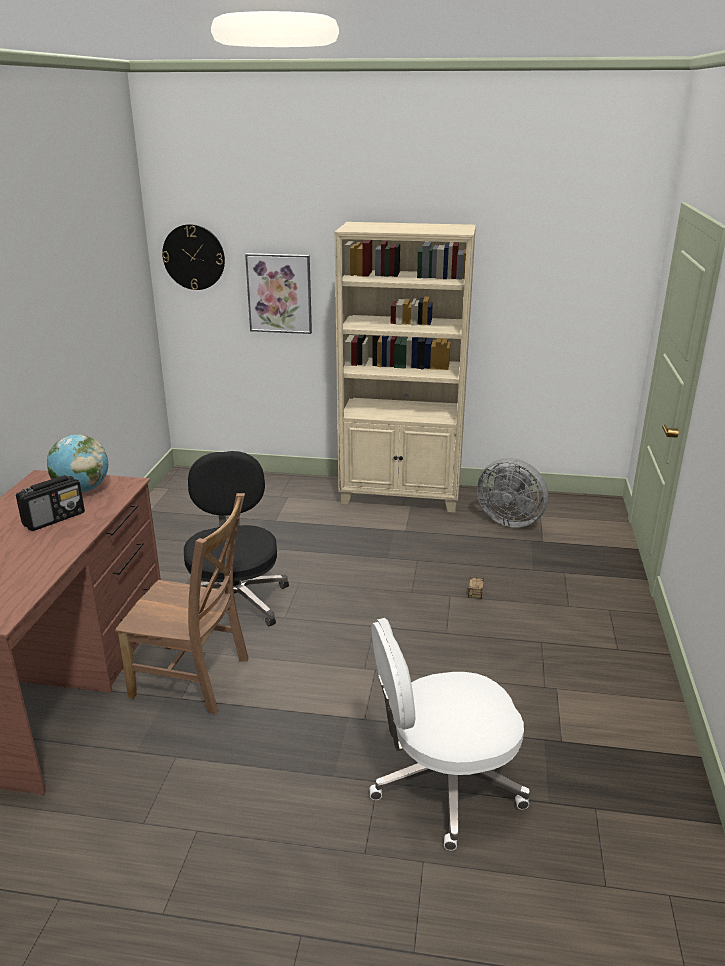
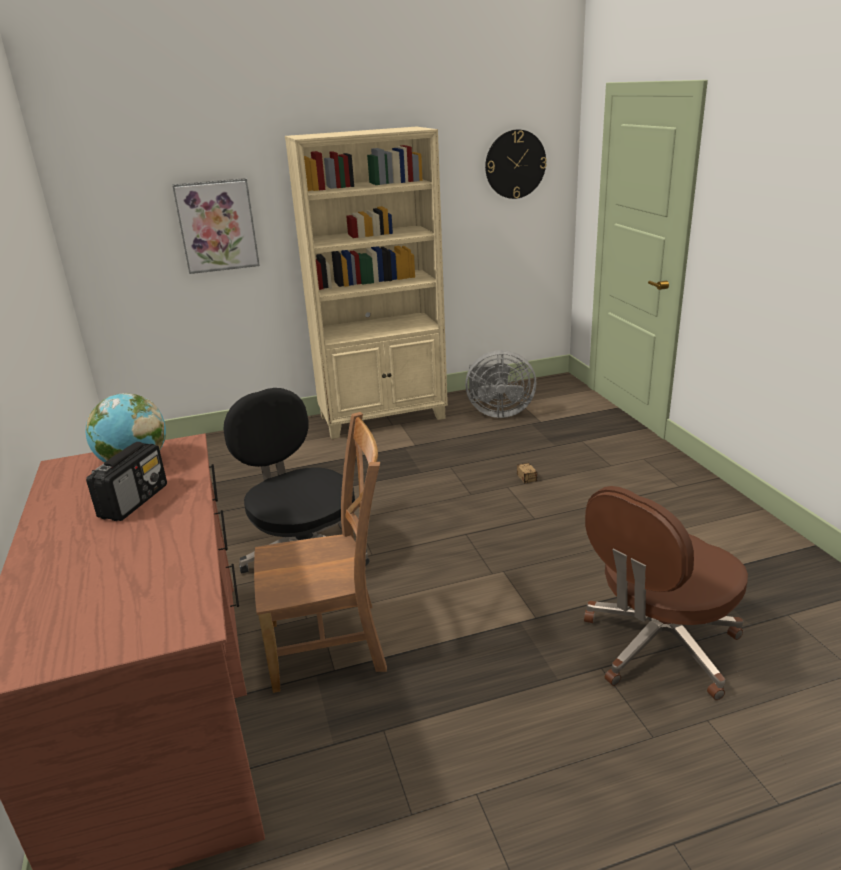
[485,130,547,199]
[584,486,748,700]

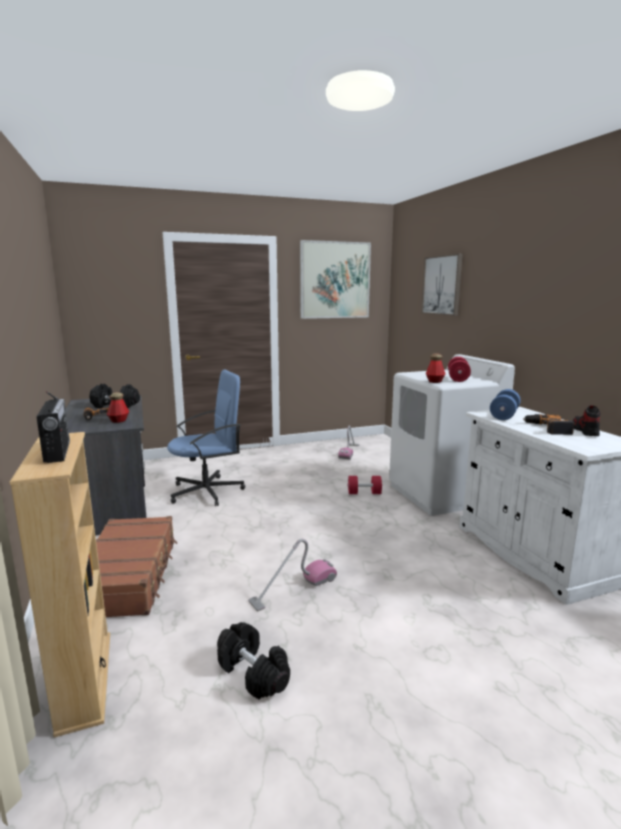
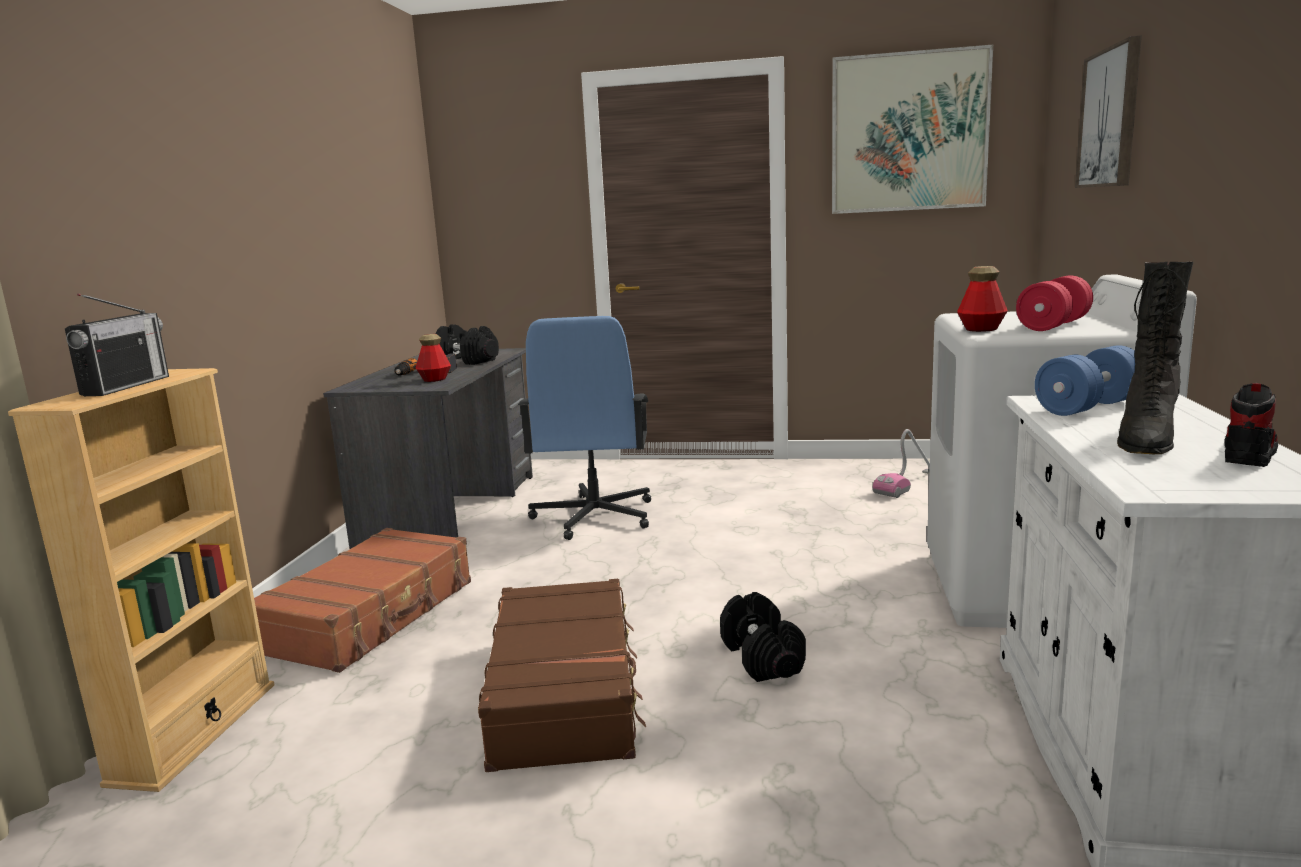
[518,316,651,540]
[720,592,806,682]
[478,579,646,772]
[347,476,382,494] (first image)
[1117,262,1193,454]

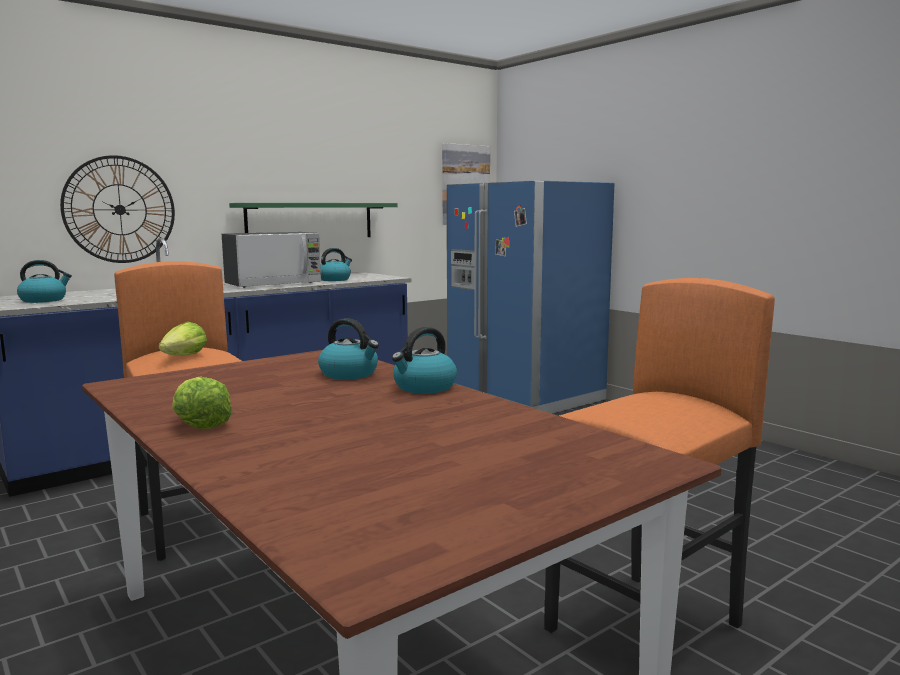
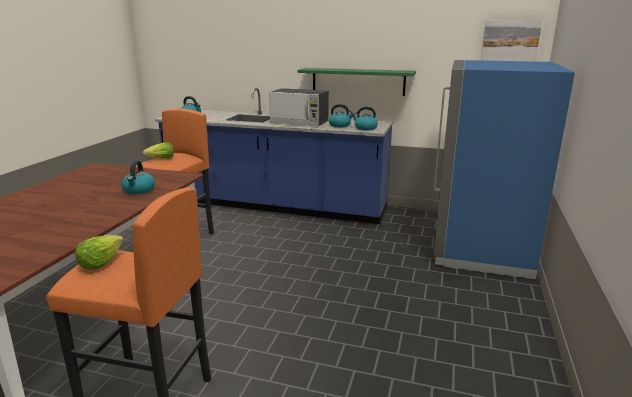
[60,155,175,263] (first image)
[75,235,124,270]
[351,107,378,131]

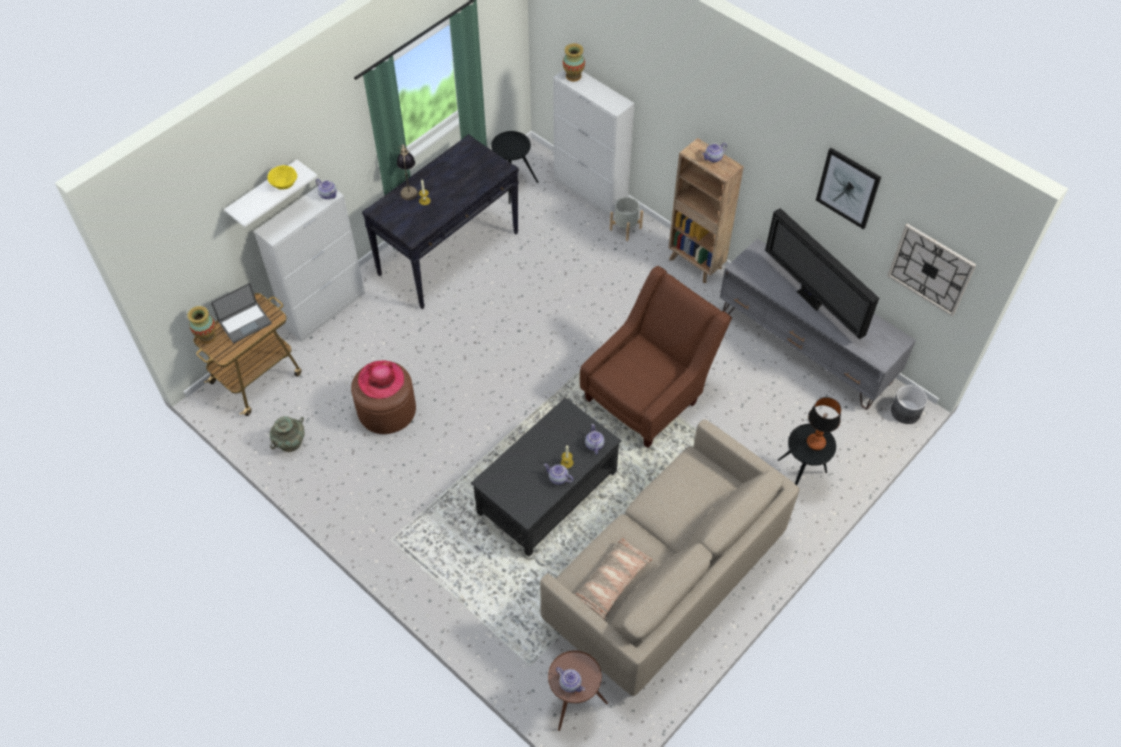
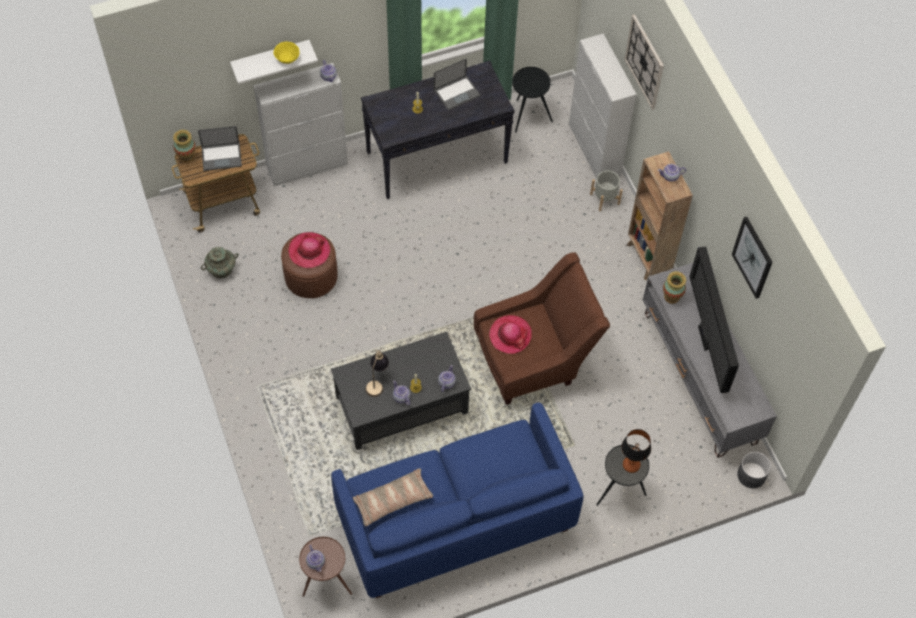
[365,350,389,397]
[331,402,584,598]
[663,271,686,304]
[624,15,664,110]
[434,58,481,110]
[489,315,532,354]

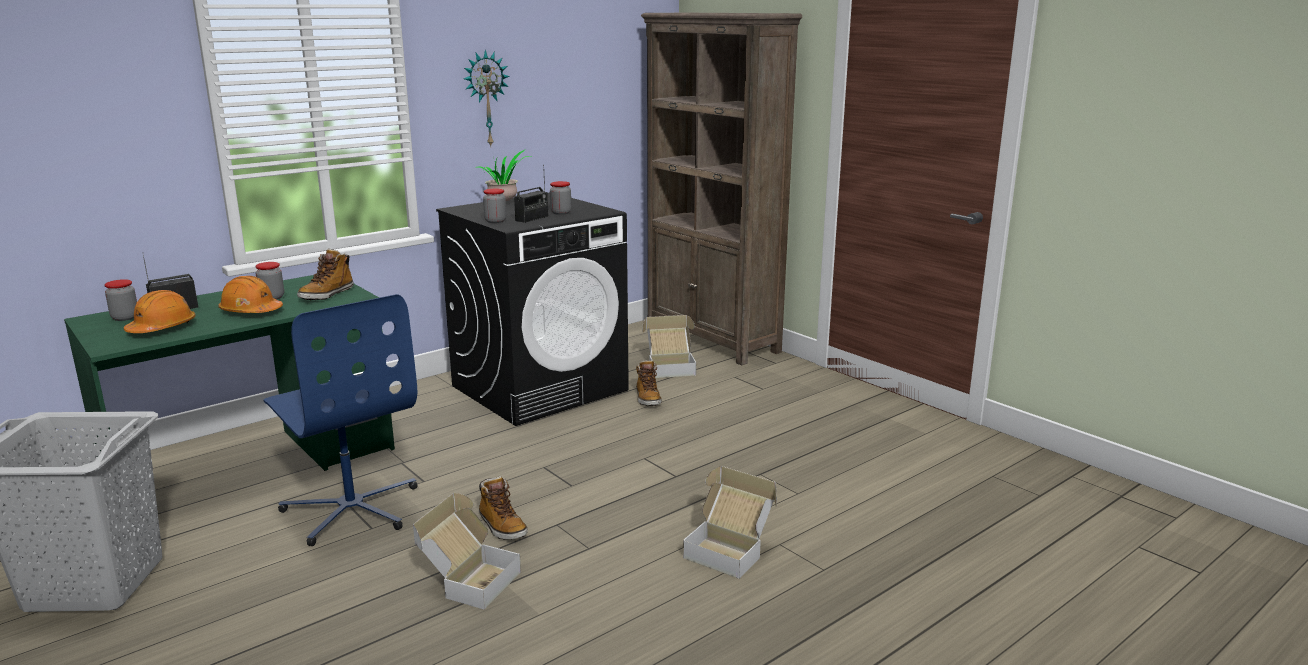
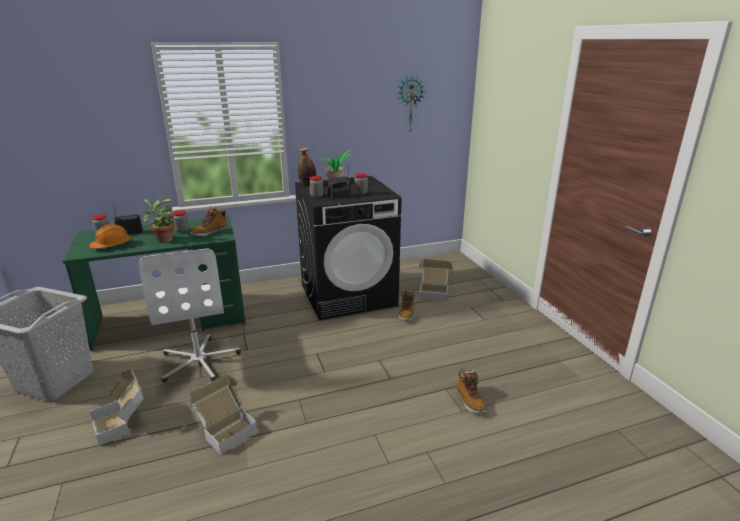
[141,199,176,243]
[139,248,241,383]
[397,76,426,132]
[456,368,487,414]
[641,13,802,365] (first image)
[89,368,143,446]
[298,147,317,185]

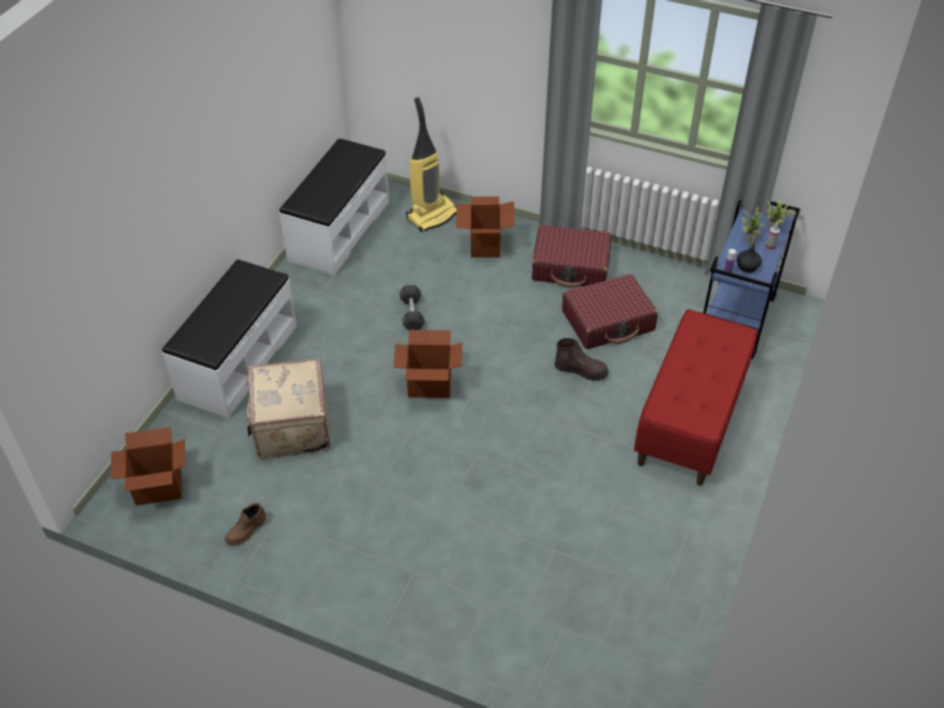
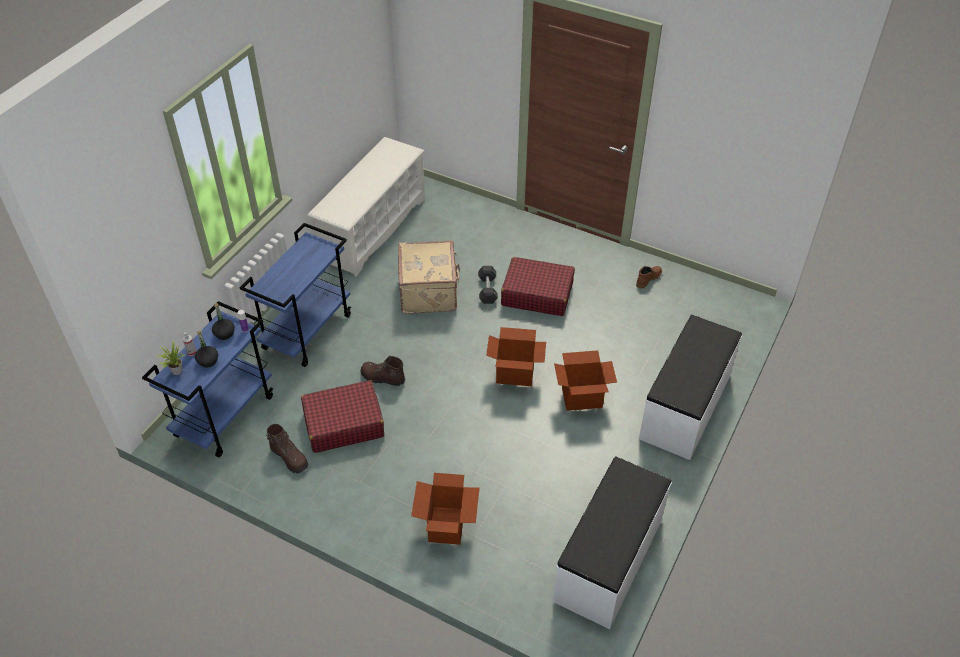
[554,350,617,411]
[398,241,460,314]
[478,266,498,304]
[406,97,457,232] (first image)
[501,257,575,316]
[239,223,351,367]
[195,331,218,368]
[266,424,308,474]
[307,137,425,276]

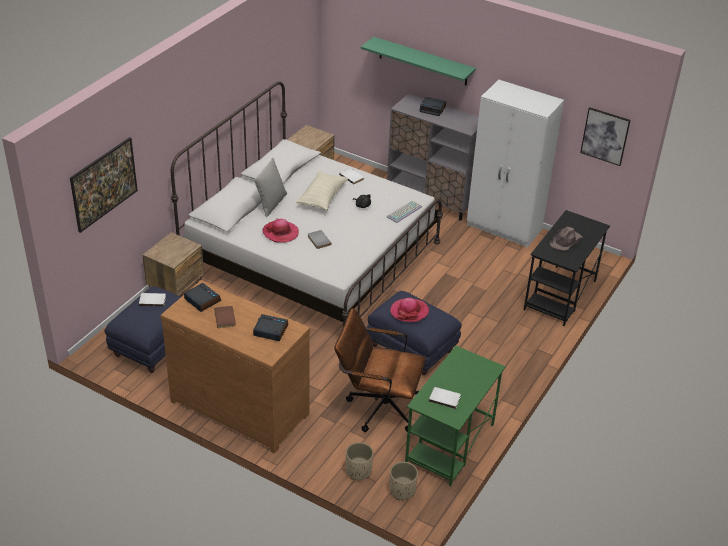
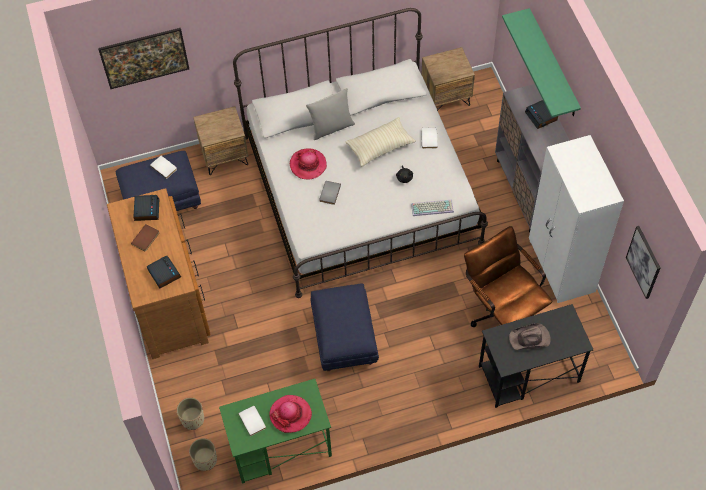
[464,226,552,327]
[269,395,312,433]

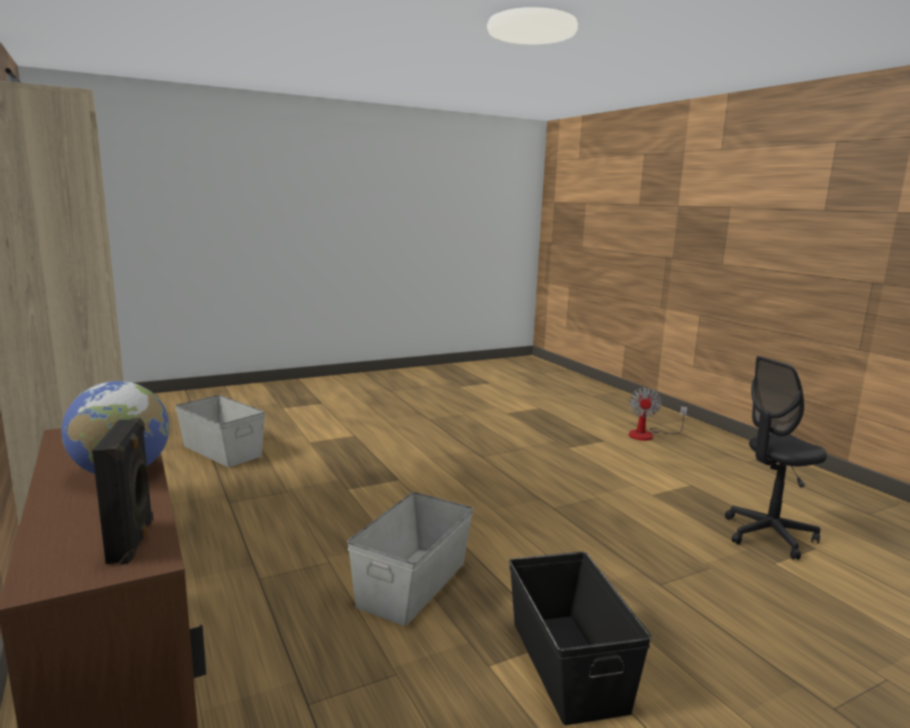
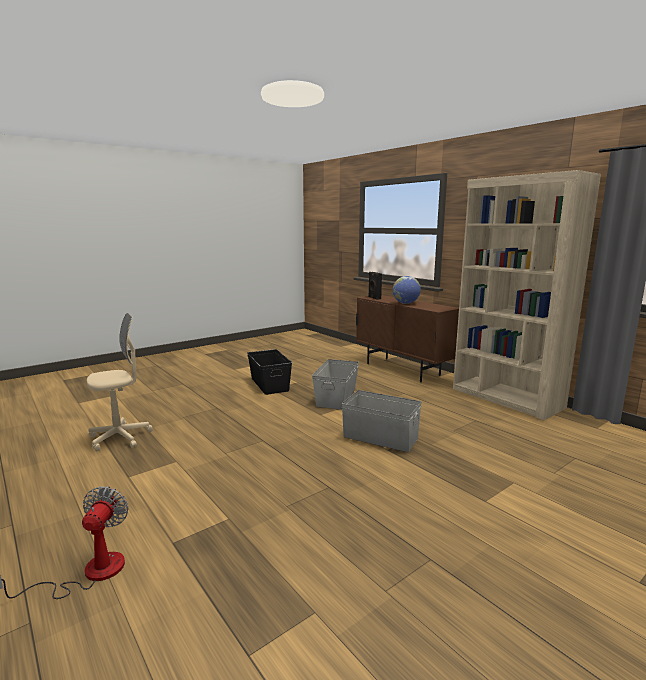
[342,390,422,452]
[87,313,153,451]

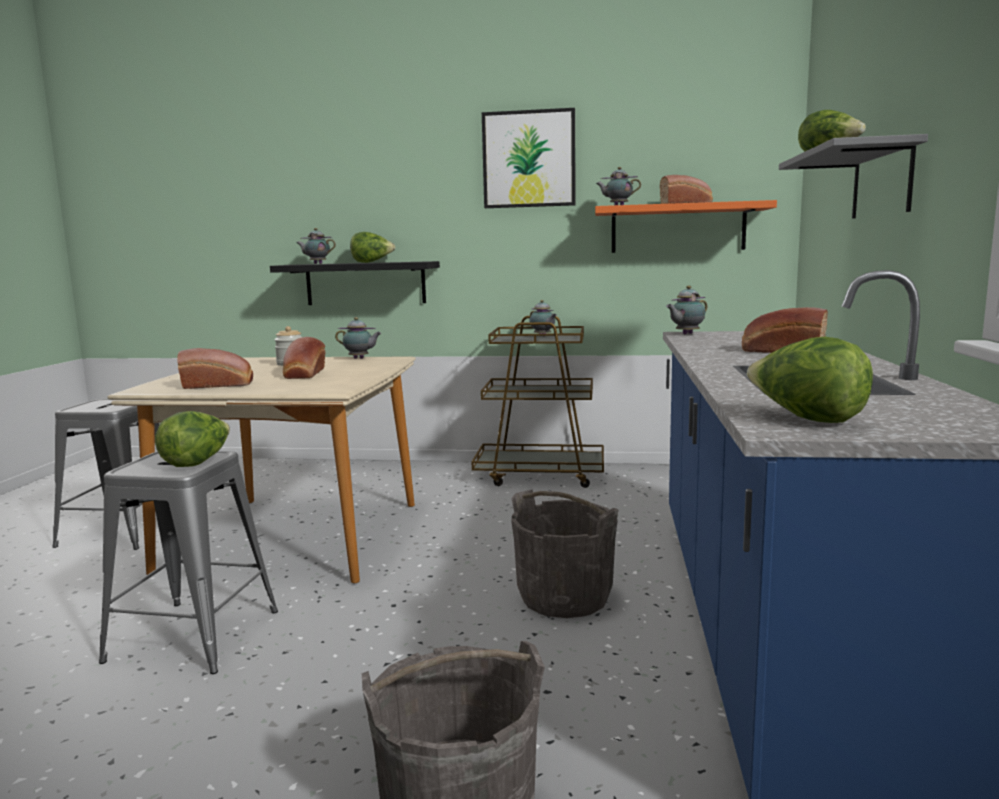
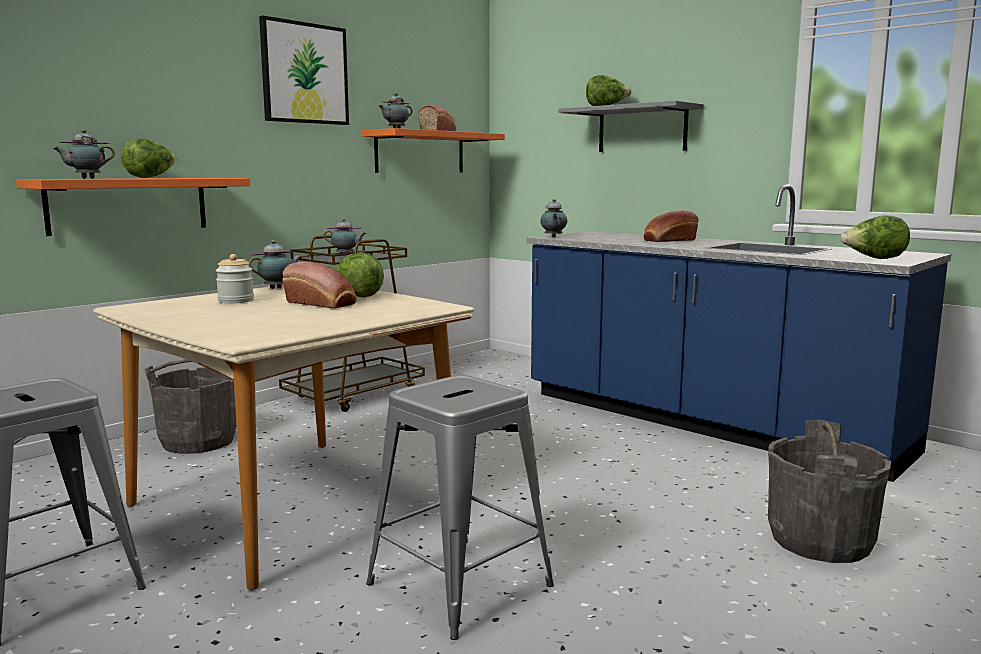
[336,252,384,298]
[177,348,253,389] (first image)
[16,178,250,236]
[145,359,237,454]

